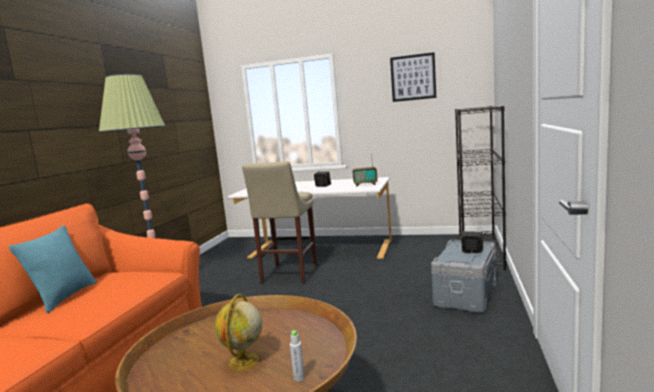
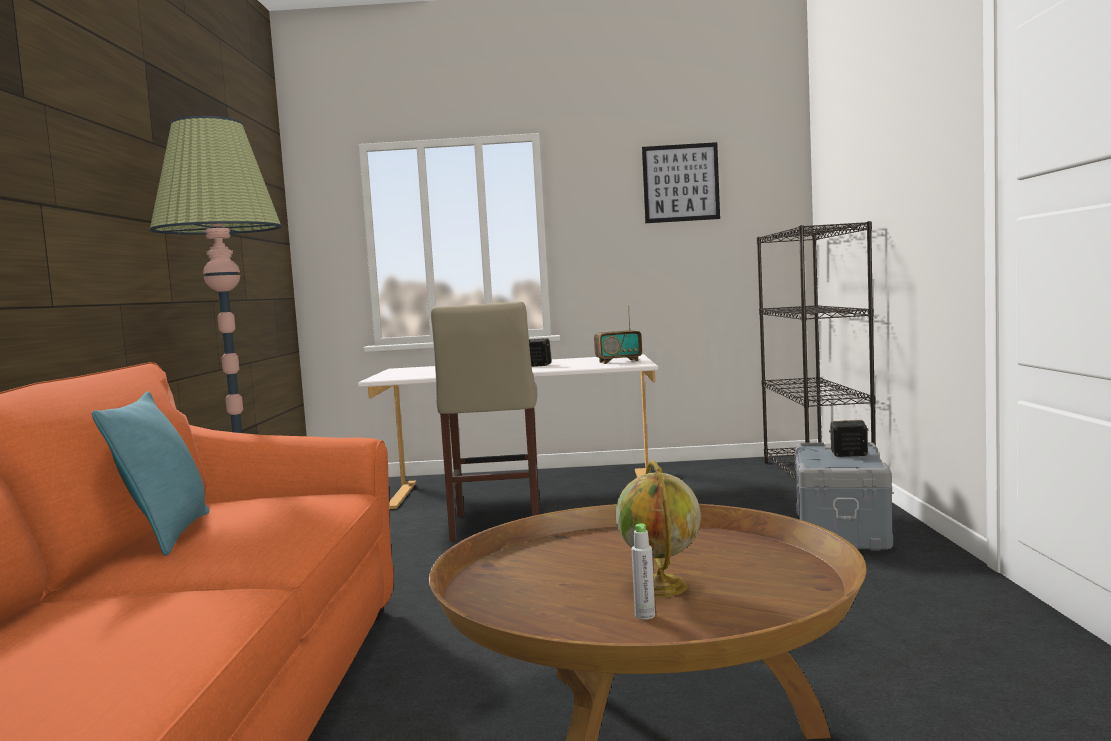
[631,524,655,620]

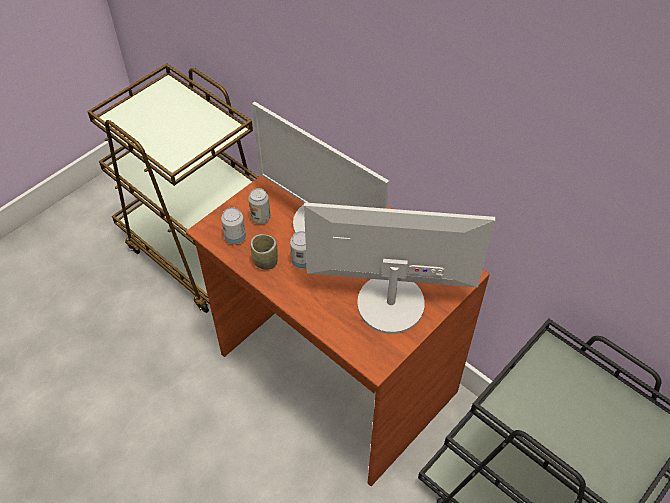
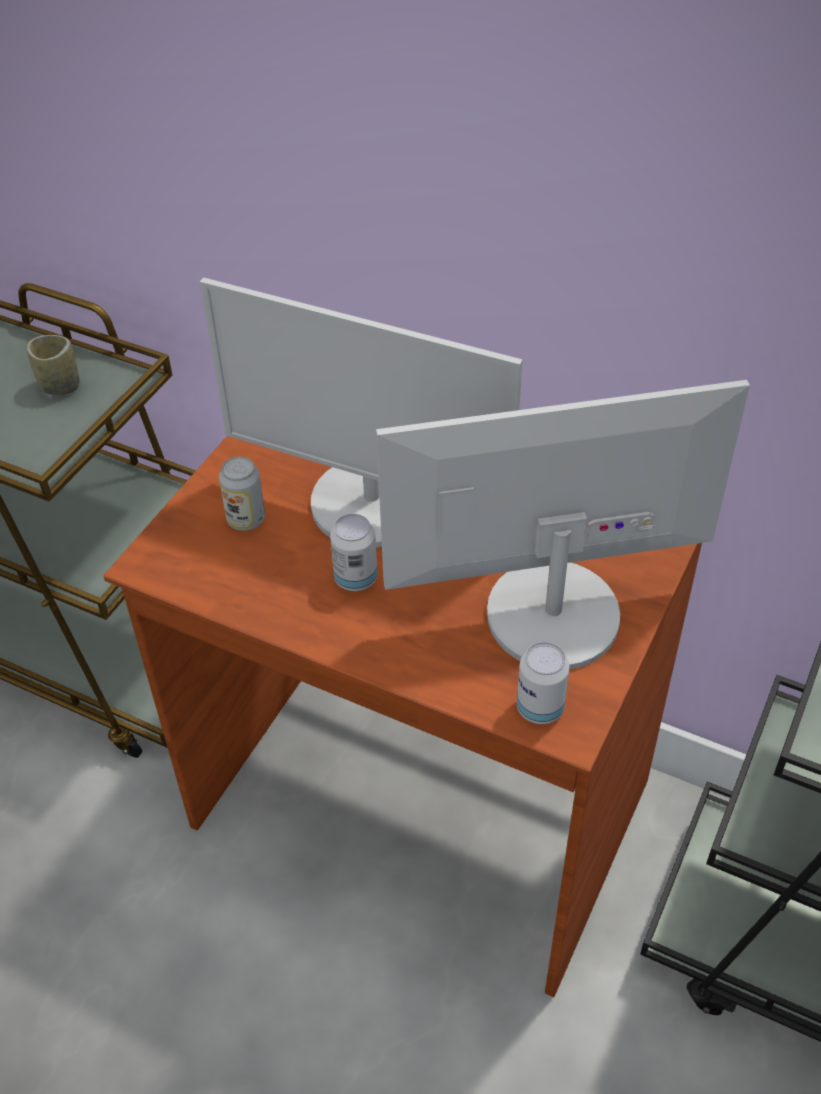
[517,642,570,724]
[27,335,79,395]

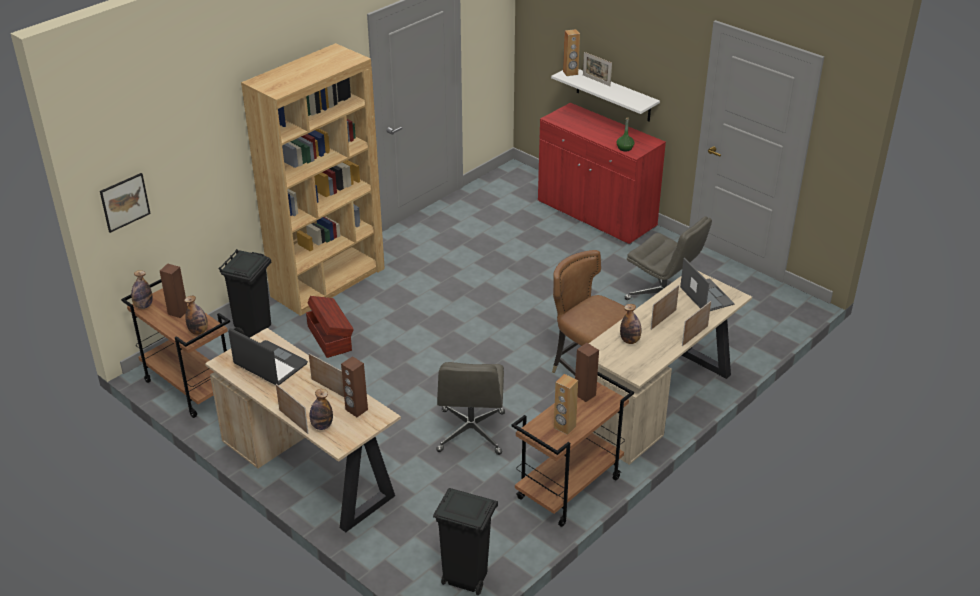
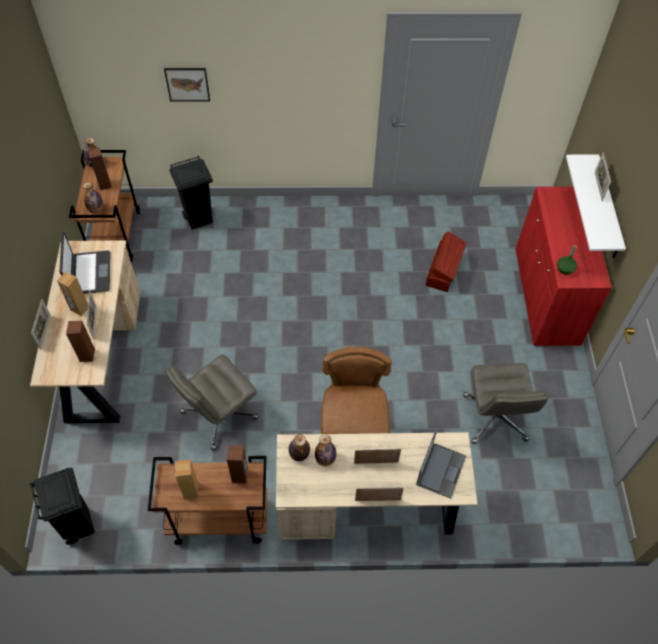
[164,68,210,102]
[241,43,385,316] (first image)
[426,231,466,292]
[288,434,310,461]
[57,272,88,316]

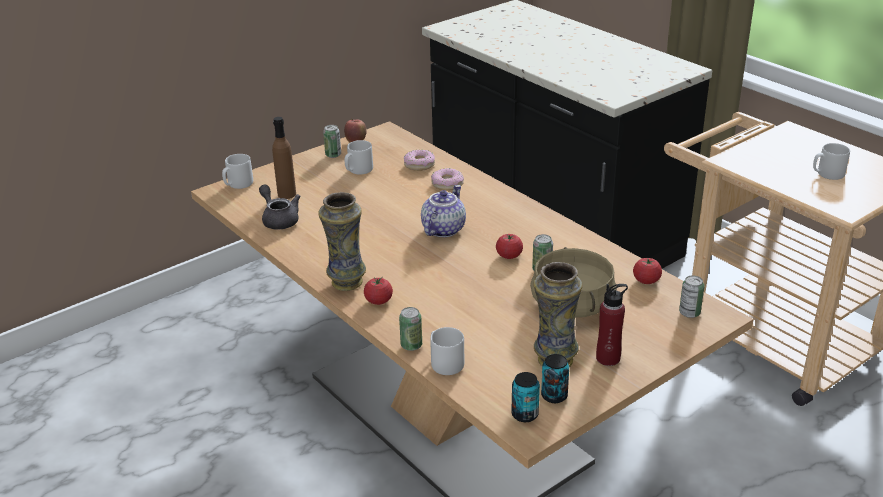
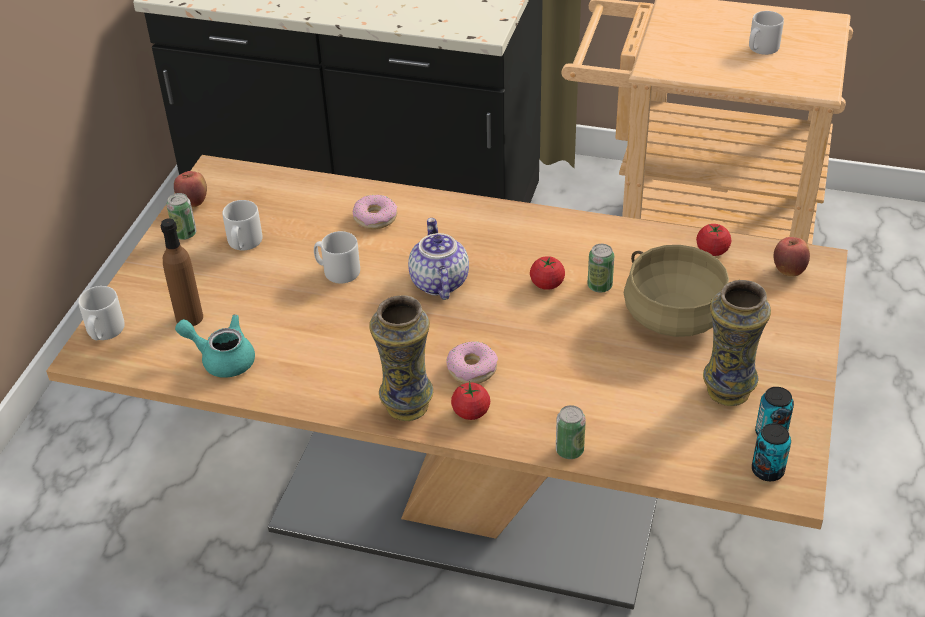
[175,315,255,378]
[446,341,498,384]
[314,231,360,284]
[596,284,628,366] (first image)
[773,237,810,276]

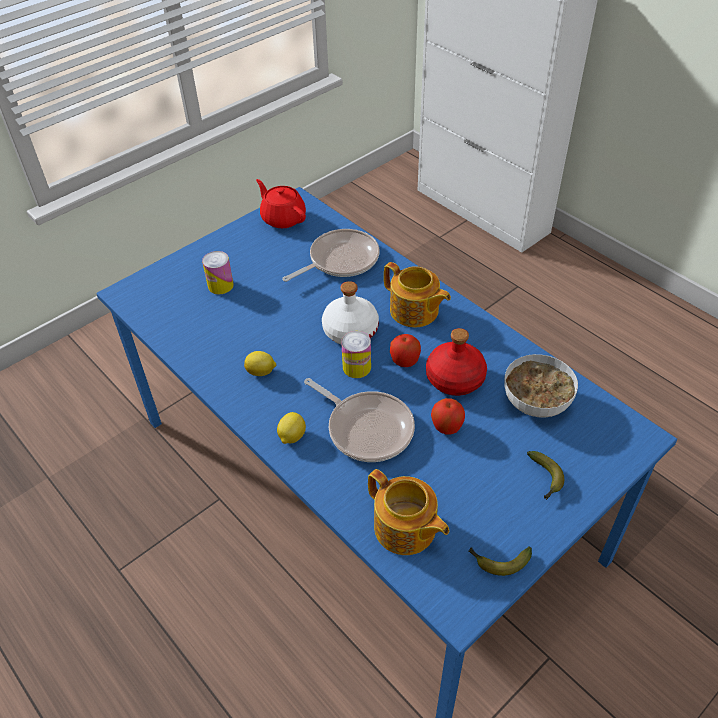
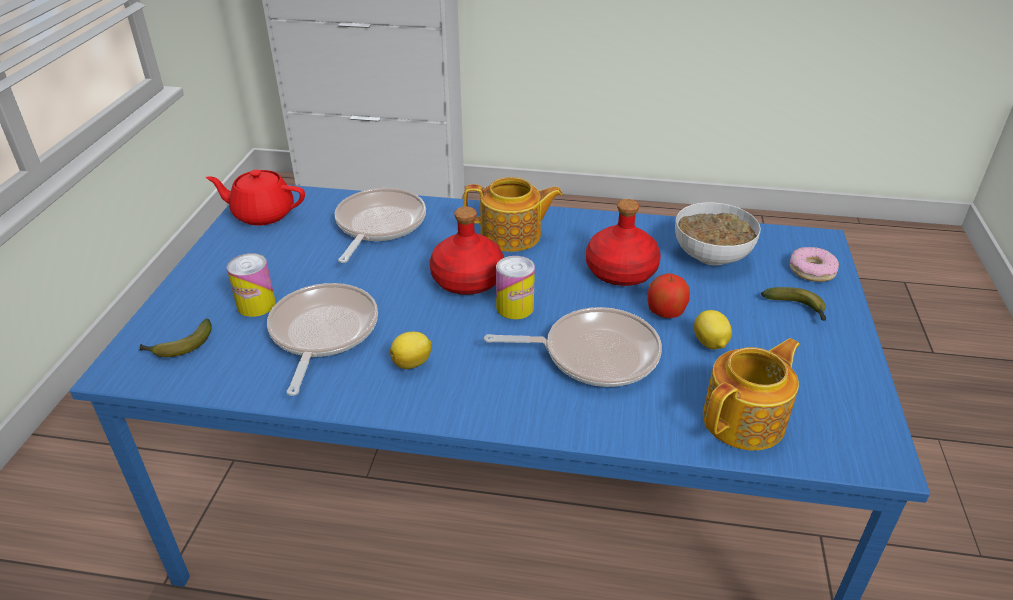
[694,310,732,349]
[430,206,504,295]
[703,338,800,451]
[390,334,421,367] (first image)
[139,318,212,357]
[267,283,378,396]
[790,247,839,282]

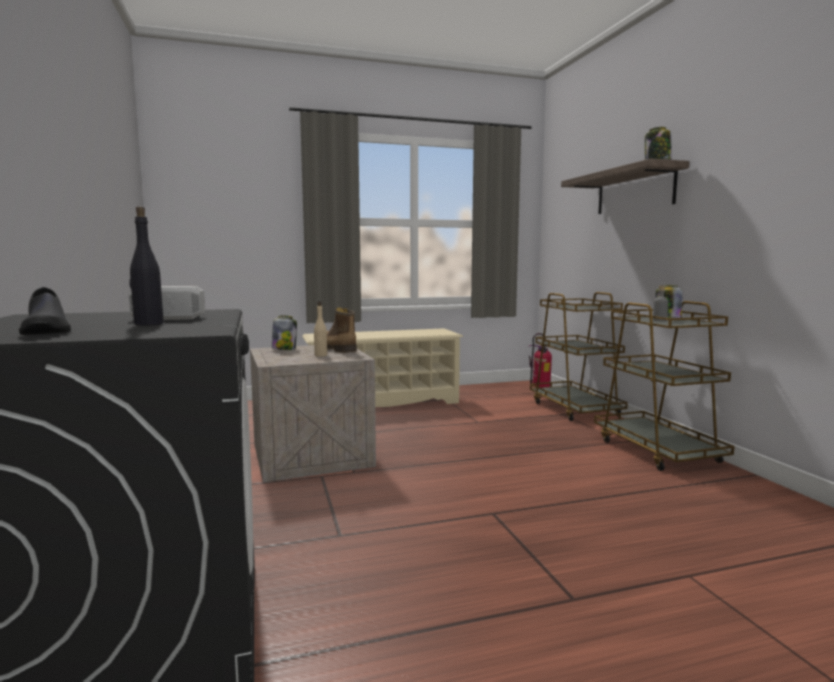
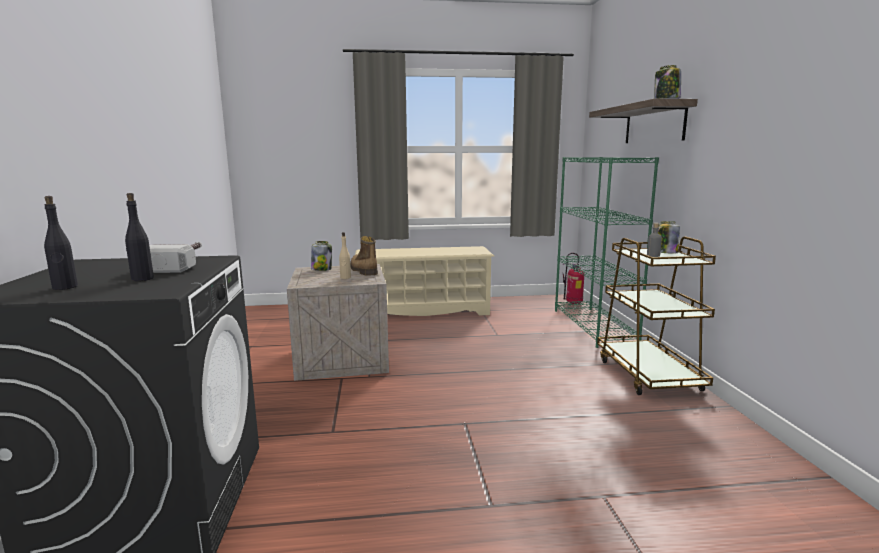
[44,196,78,290]
[555,157,659,348]

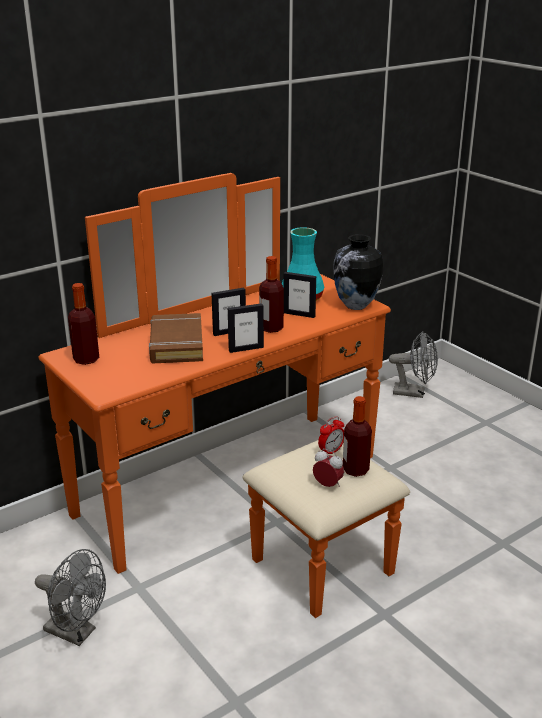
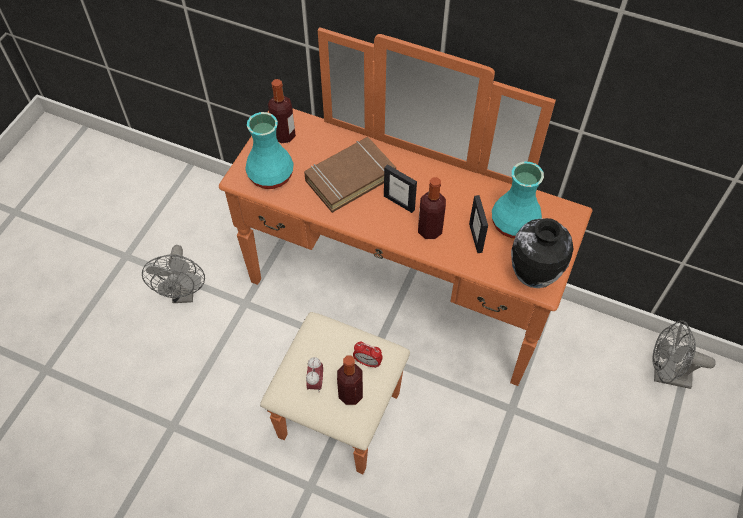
[228,303,264,353] (first image)
[652,320,716,389]
[245,112,294,189]

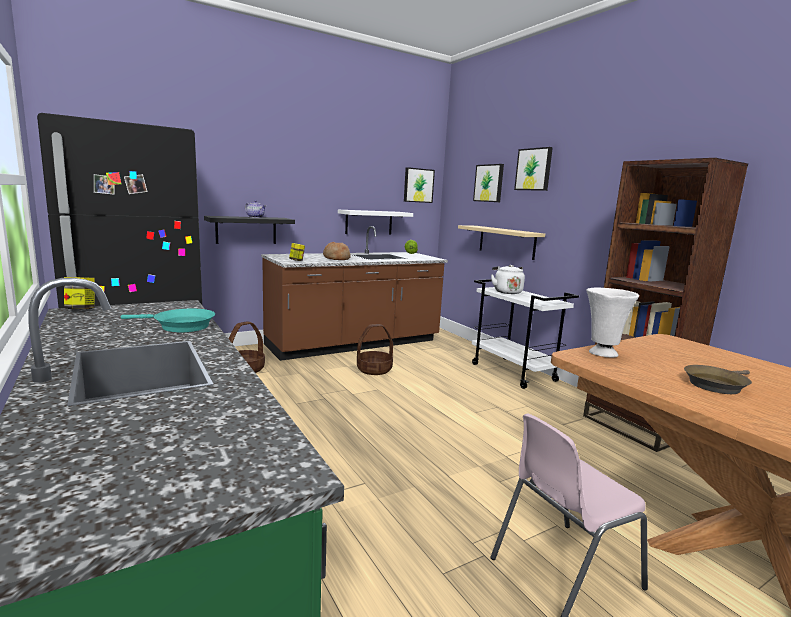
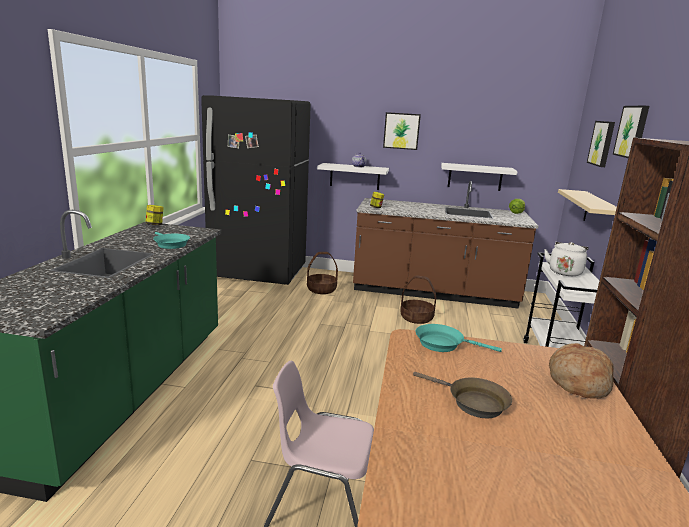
[317,163,389,190]
[549,343,614,399]
[383,112,421,150]
[415,324,502,352]
[413,372,512,418]

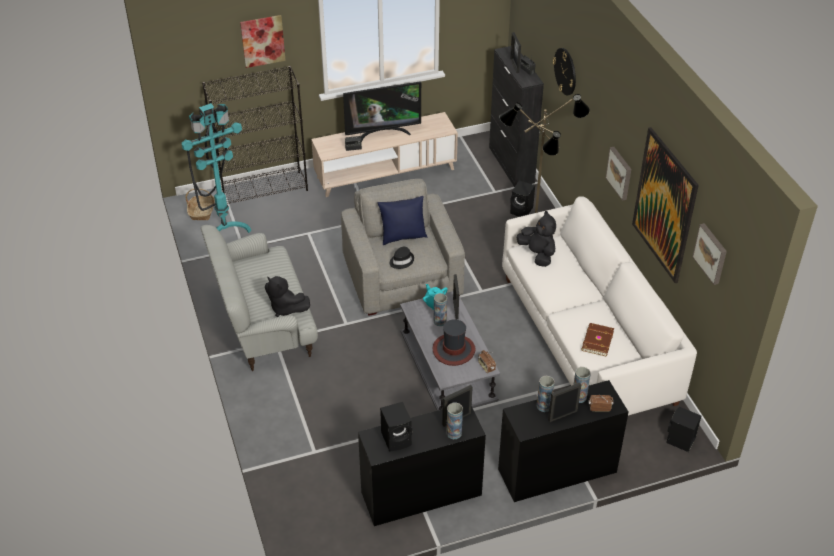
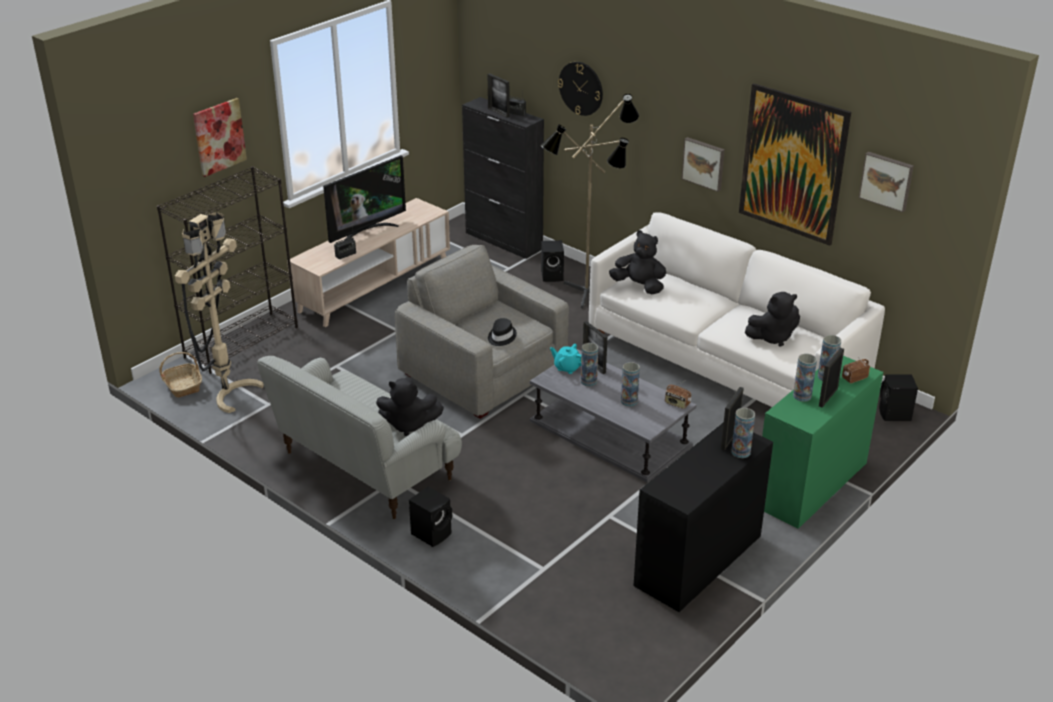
[175,212,264,413]
[378,196,428,245] (first image)
[409,487,452,547]
[621,362,640,407]
[762,356,883,529]
[745,292,800,347]

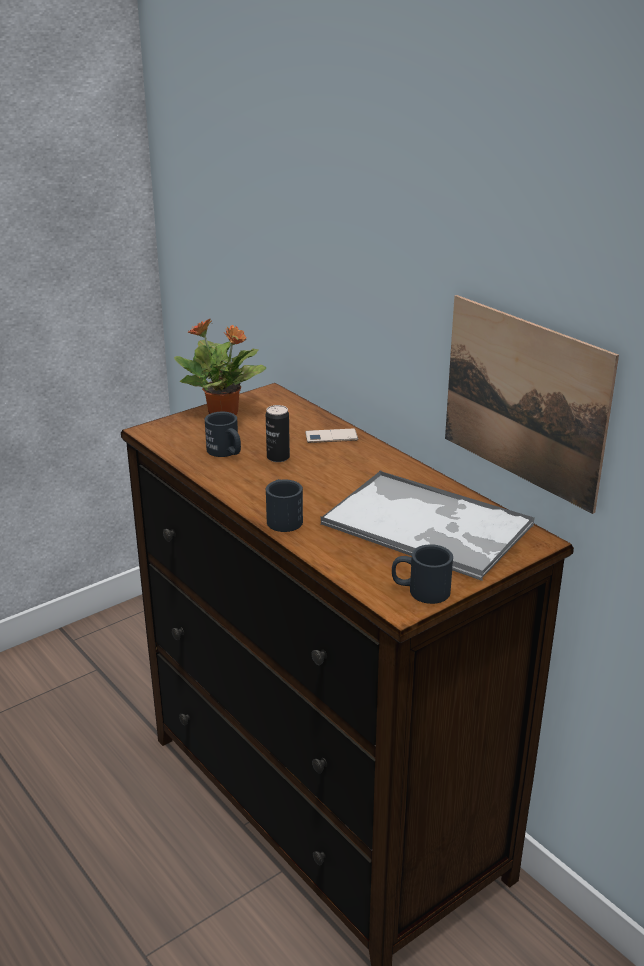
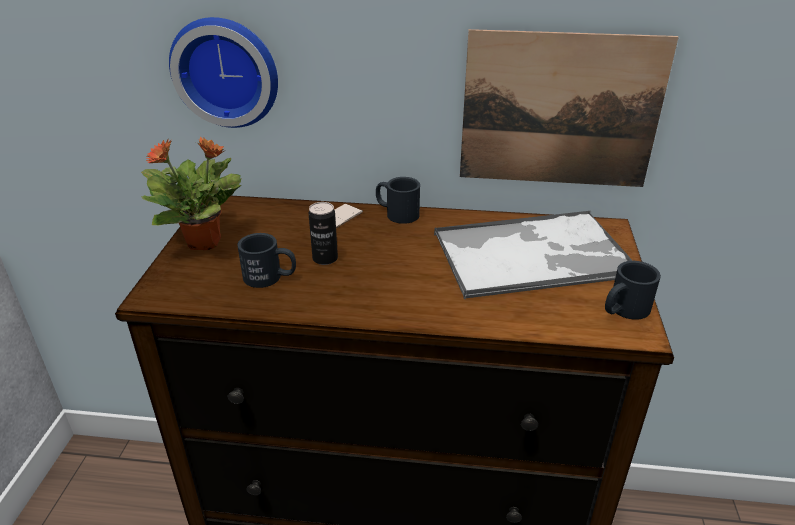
[376,177,420,224]
[169,17,278,128]

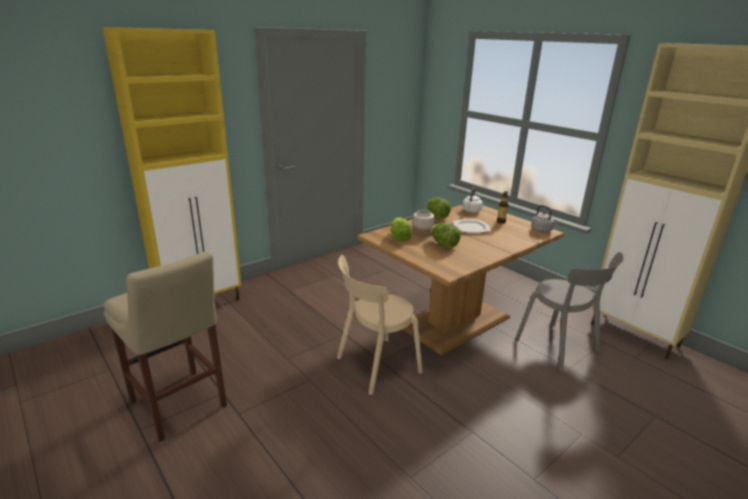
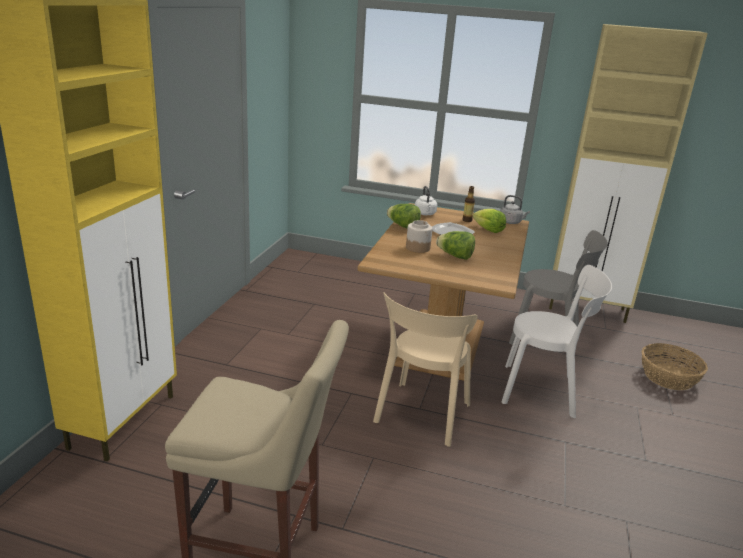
[473,209,506,233]
[502,265,612,418]
[642,343,708,390]

